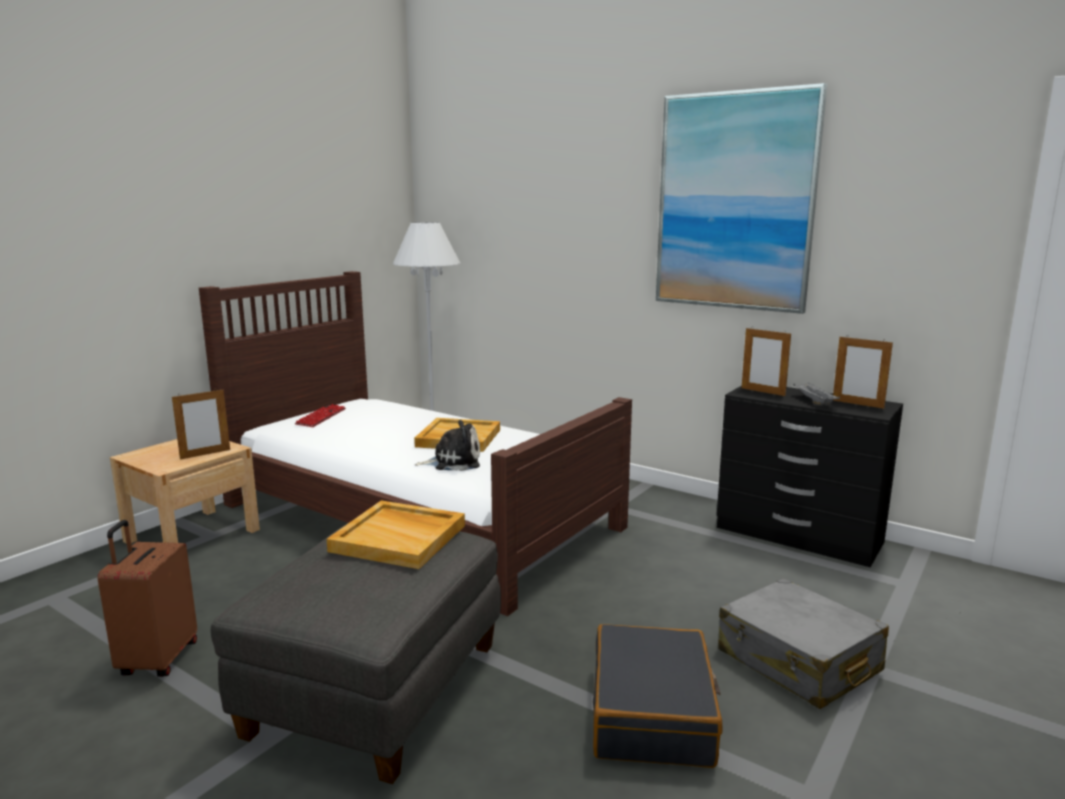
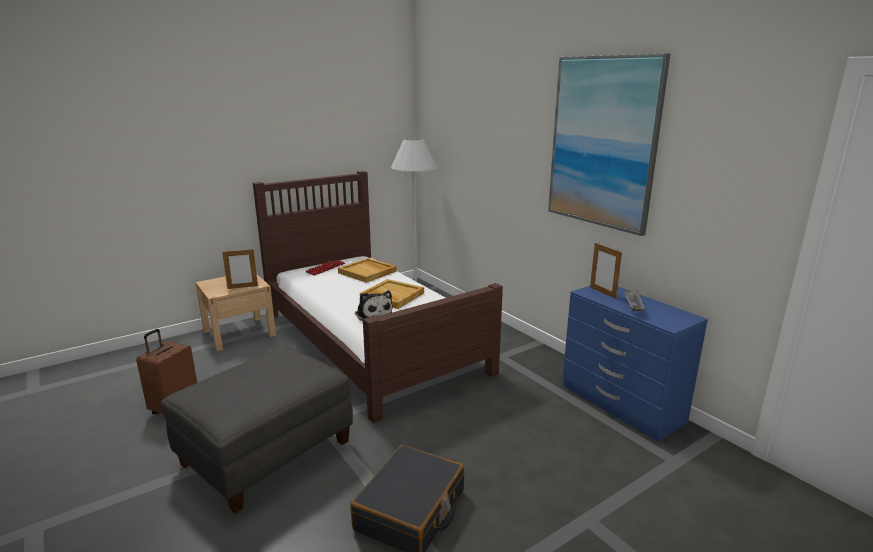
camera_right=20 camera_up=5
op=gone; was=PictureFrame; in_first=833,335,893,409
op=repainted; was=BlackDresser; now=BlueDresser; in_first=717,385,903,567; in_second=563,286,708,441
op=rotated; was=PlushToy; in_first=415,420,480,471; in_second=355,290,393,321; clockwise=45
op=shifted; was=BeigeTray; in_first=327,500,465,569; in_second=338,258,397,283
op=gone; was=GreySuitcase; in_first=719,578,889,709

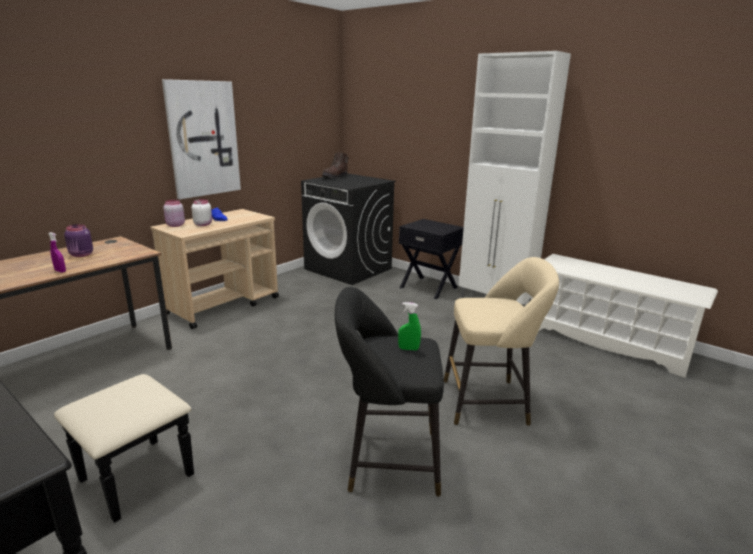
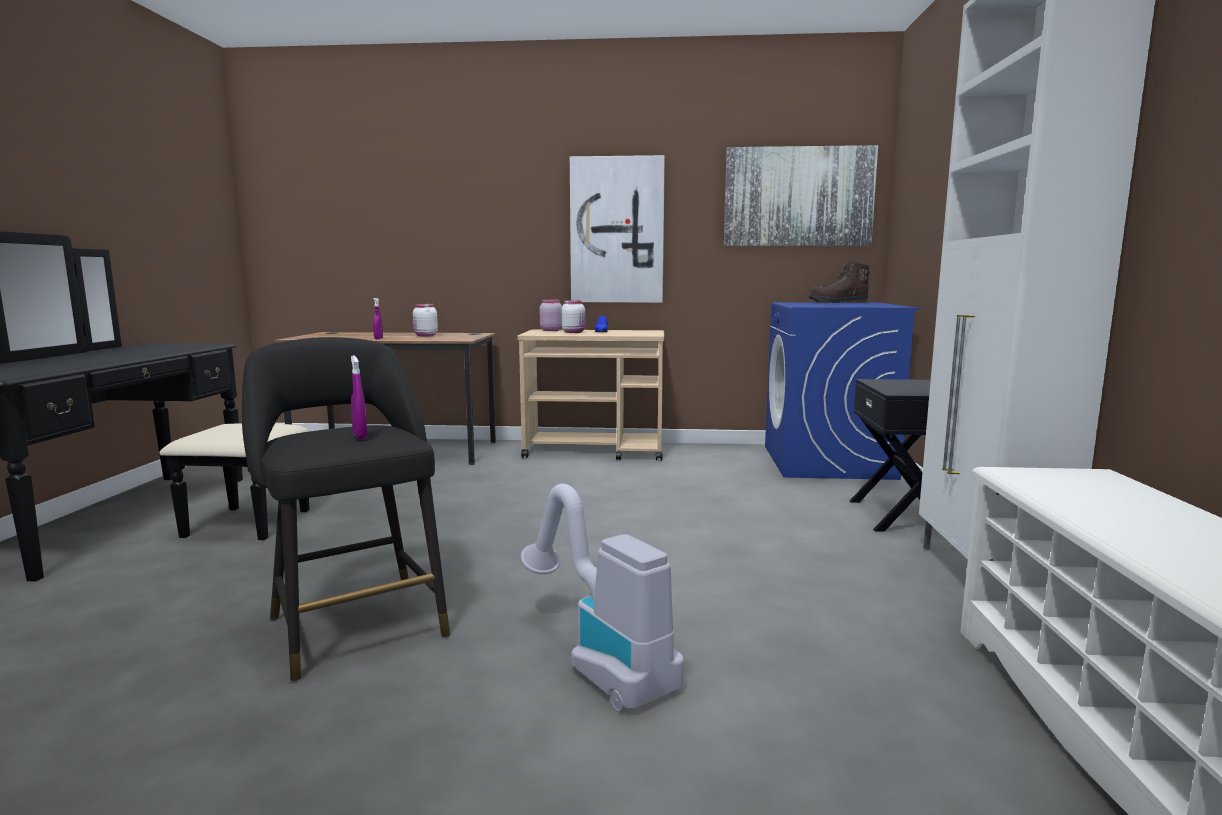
camera_right=55 camera_up=-10
op=repainted; was=BlackWashingMachine; now=BlueWashingMachine; in_first=301,173,396,285; in_second=765,302,919,480
op=repainted; was=PurpleJar; now=WhiteJar; in_first=64,224,93,257; in_second=413,304,438,337
op=swapped; was=BeigeStool; now=VacuumCleaner; in_first=444,257,559,426; in_second=520,484,684,712
op=repainted; was=GreenSprayBottle; now=PurpleSprayBottle; in_first=398,302,421,350; in_second=351,356,367,439
op=new; now=Picture; in_second=724,145,878,246

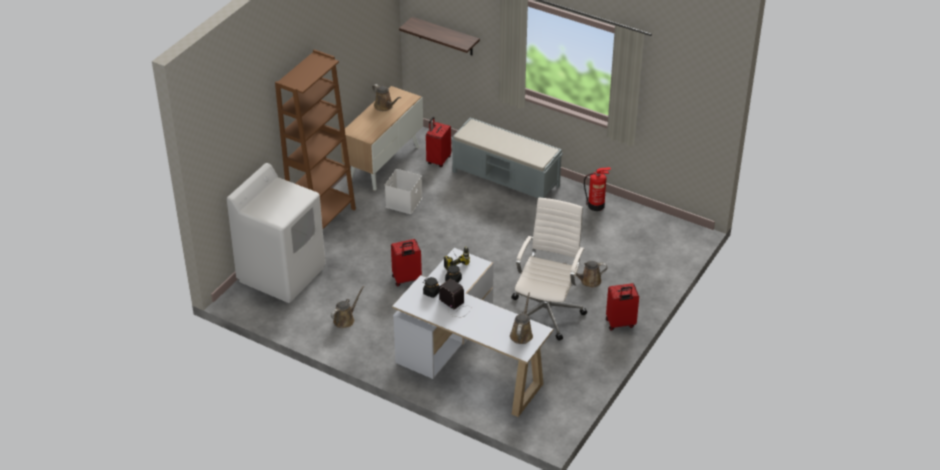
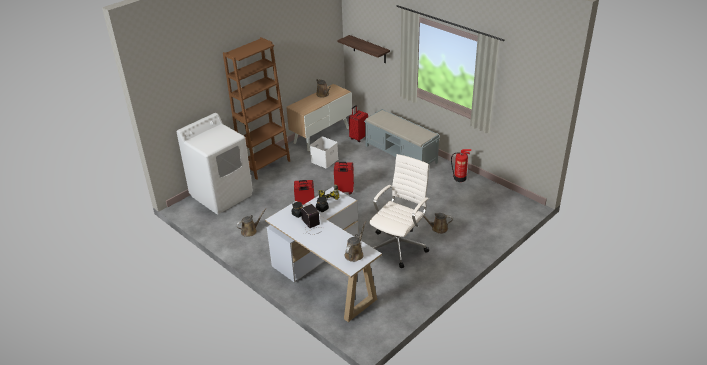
camera_right=15 camera_up=-5
op=shifted; was=RedSuitcase; in_first=606,283,639,331; in_second=334,162,354,194

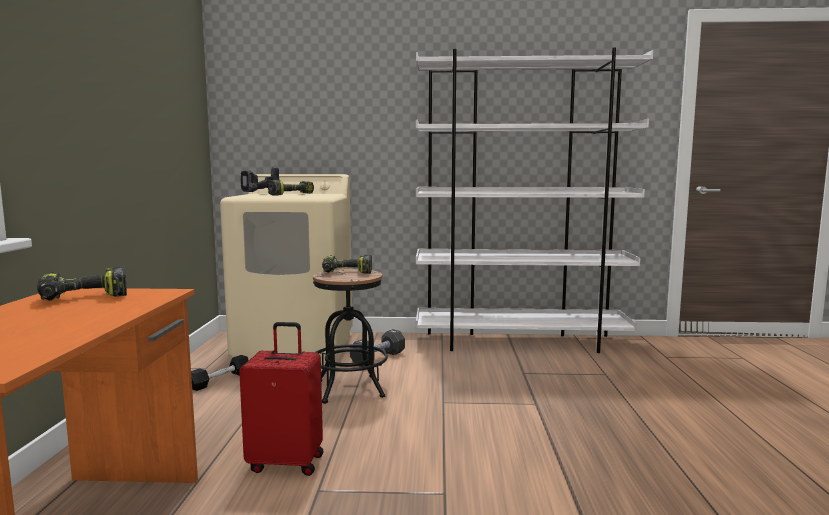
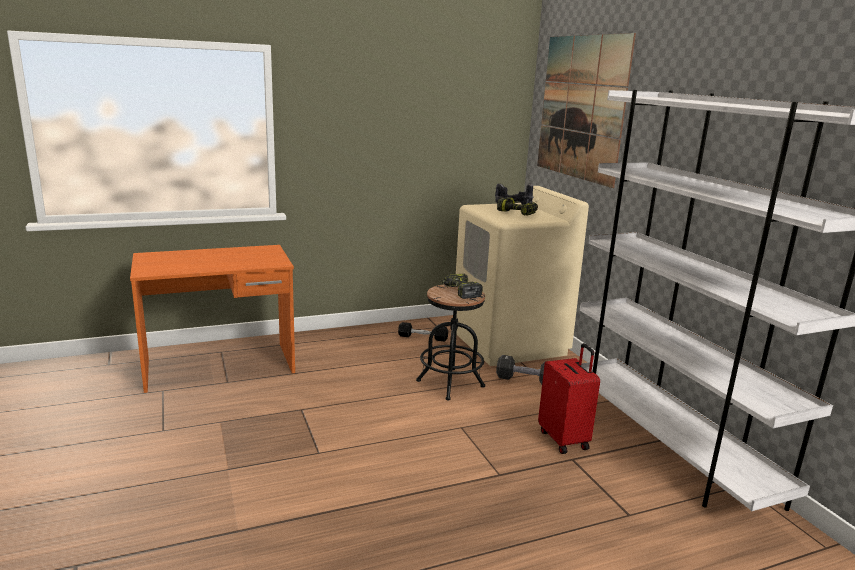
camera_right=65 camera_up=10
op=gone; was=PowerDrill; in_first=37,266,127,301
op=shifted; was=RedSuitcase; in_first=239,322,324,476; in_second=538,343,600,454
op=new; now=Picture; in_second=537,33,636,188

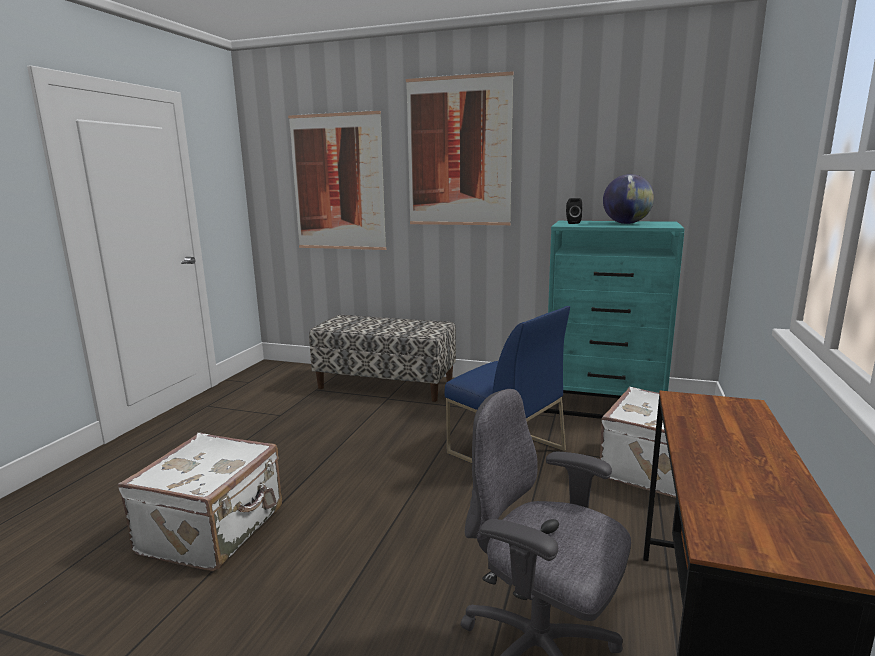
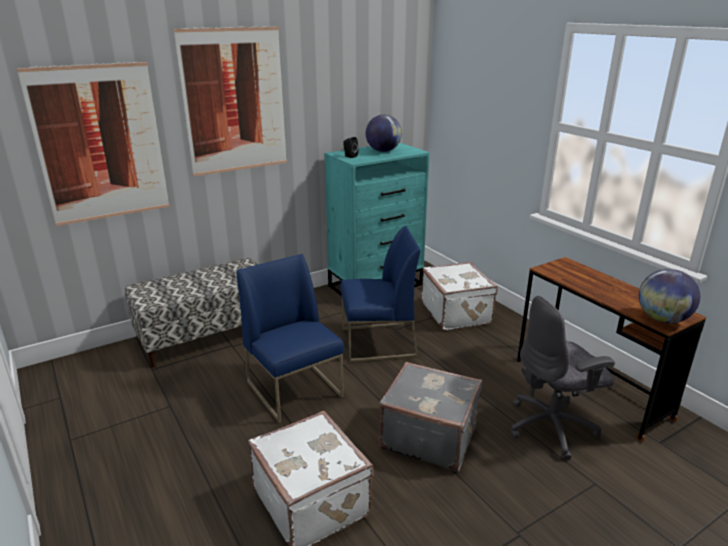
camera_right=-50 camera_up=10
op=new; now=BlueChair; in_second=236,254,344,423
op=new; now=Globe; in_second=639,269,700,323
op=new; now=GreySuitcase; in_second=379,362,483,472

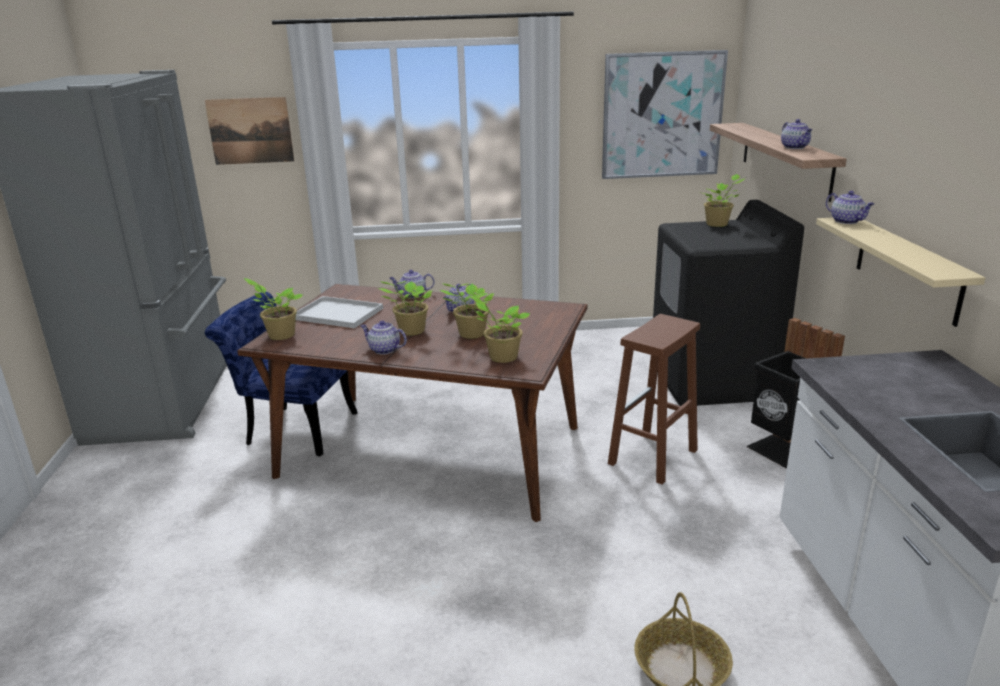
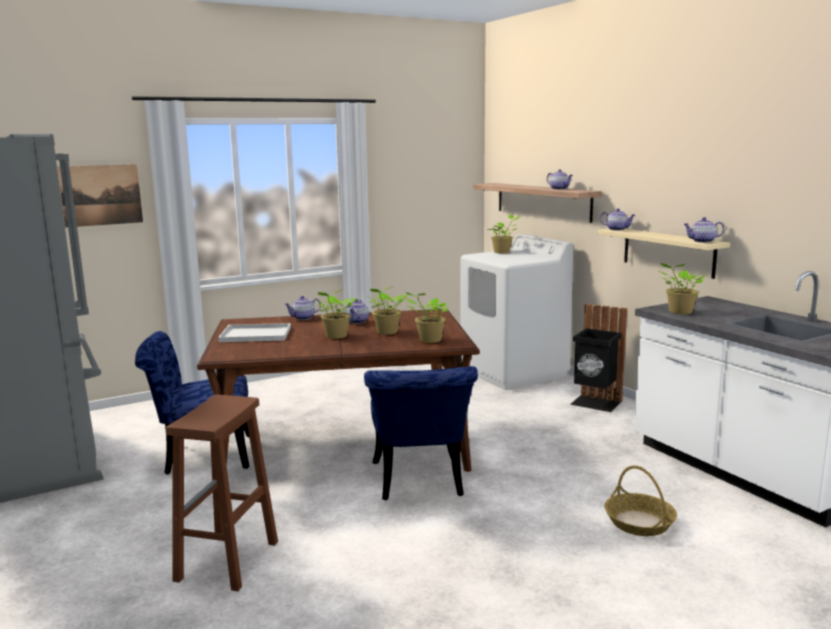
camera_right=-25 camera_up=-10
op=gone; was=Picture; in_first=602,50,728,179
op=repainted; was=BlackWashingMachine; now=WhiteWashingMachine; in_first=653,200,804,406; in_second=460,234,573,390
op=shifted; was=PottedPlant; in_first=244,278,304,340; in_second=659,263,706,314
op=shifted; was=BrownStool; in_first=608,314,700,484; in_second=166,394,278,591
op=shifted; was=Teapot; in_first=360,320,407,355; in_second=684,217,724,243
op=new; now=BlueChair; in_second=364,366,478,500

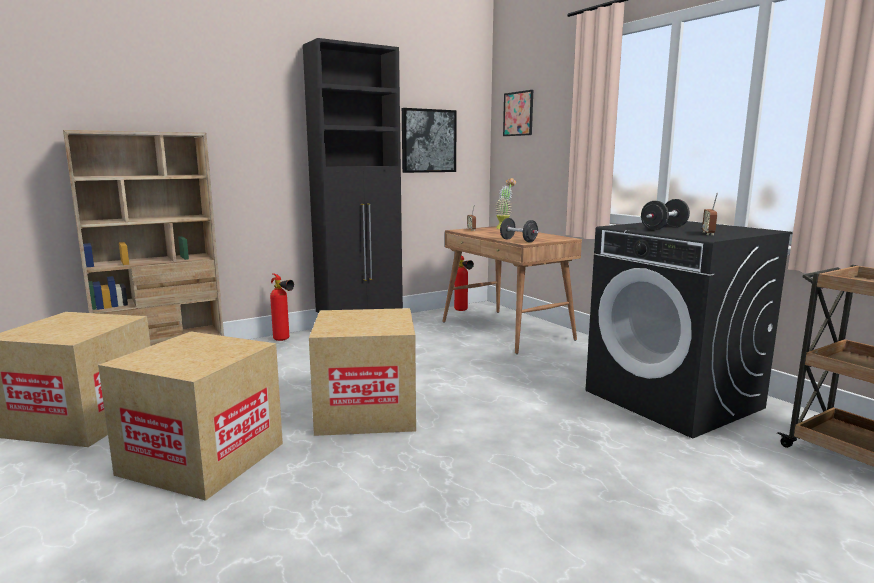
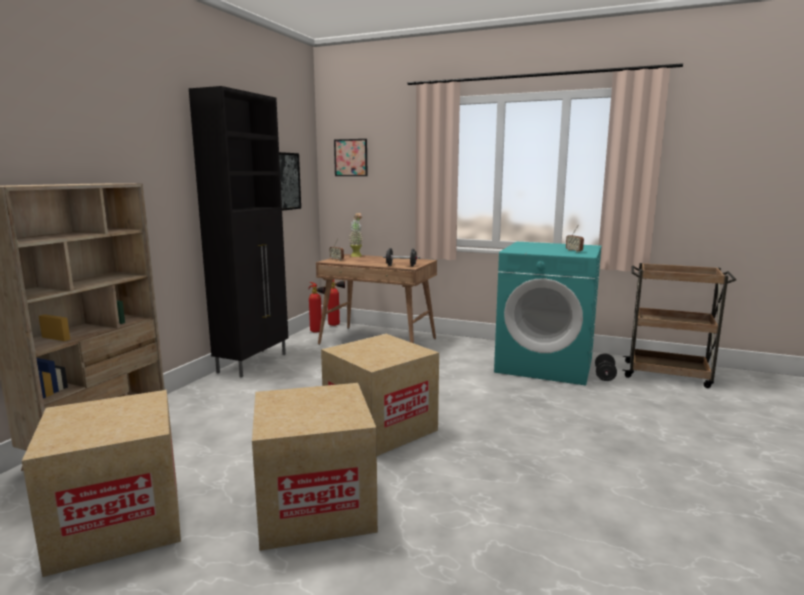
camera_right=-35 camera_up=0
op=shifted; was=BlackDumbbell; in_first=641,199,690,230; in_second=595,353,617,381
op=repainted; was=BlackWashingMachine; now=TurquoiseWashingMachine; in_first=585,221,793,438; in_second=494,242,601,385
op=shifted; was=FireExtinguisher; in_first=270,273,294,341; in_second=328,280,345,326

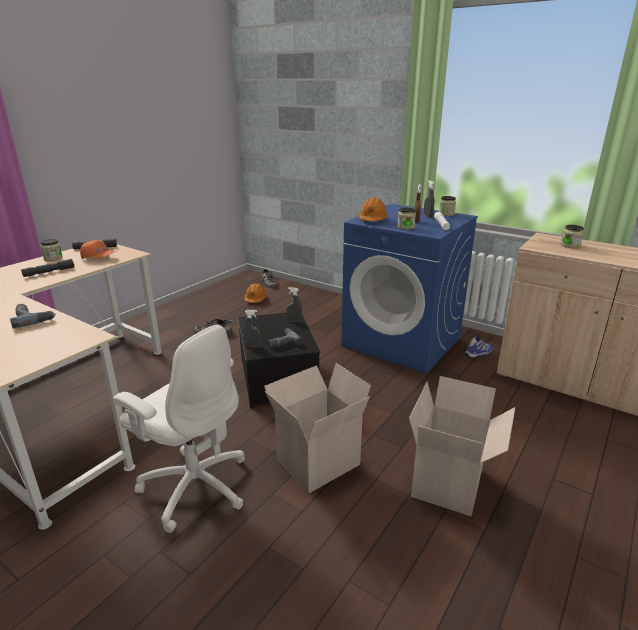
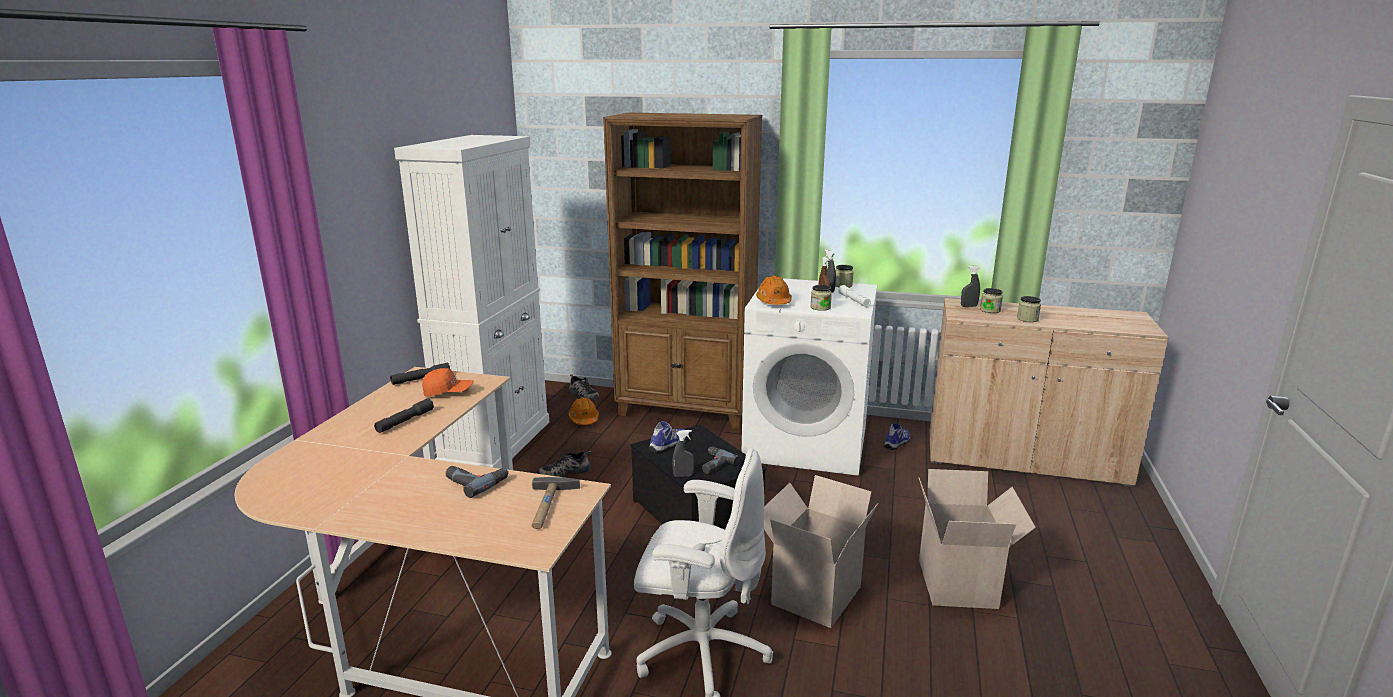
camera_right=-20 camera_up=-5
op=repainted; was=BlueWashingMachine; now=WhiteWashingMachine; in_first=341,204,478,374; in_second=742,278,877,476
op=shifted; was=Jar; in_first=41,239,63,261; in_second=1017,296,1041,322
op=shifted; was=GreySprayBottle; in_first=286,287,302,322; in_second=961,265,980,307
op=new; now=BrownBookcase; in_second=603,113,762,430
op=new; now=WhiteCabinet; in_second=394,135,549,469
op=new; now=Shoe; in_second=649,421,687,453
op=new; now=Hammer; in_second=531,477,580,529

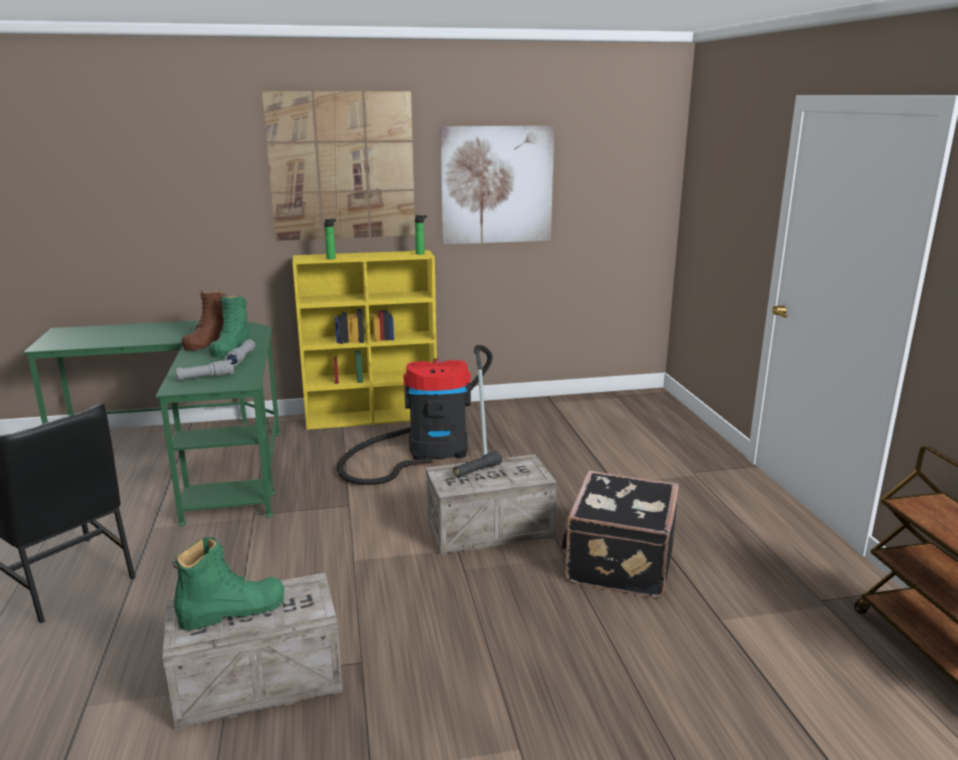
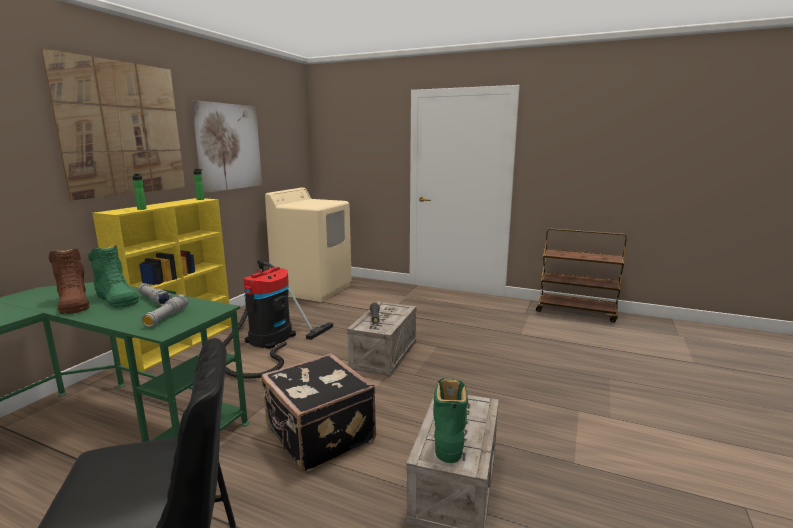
camera_right=-55 camera_up=-5
op=shifted; was=BlackSuitcase; in_first=561,471,679,598; in_second=261,353,376,472
op=new; now=BeigeWashingMachine; in_second=265,188,352,302

